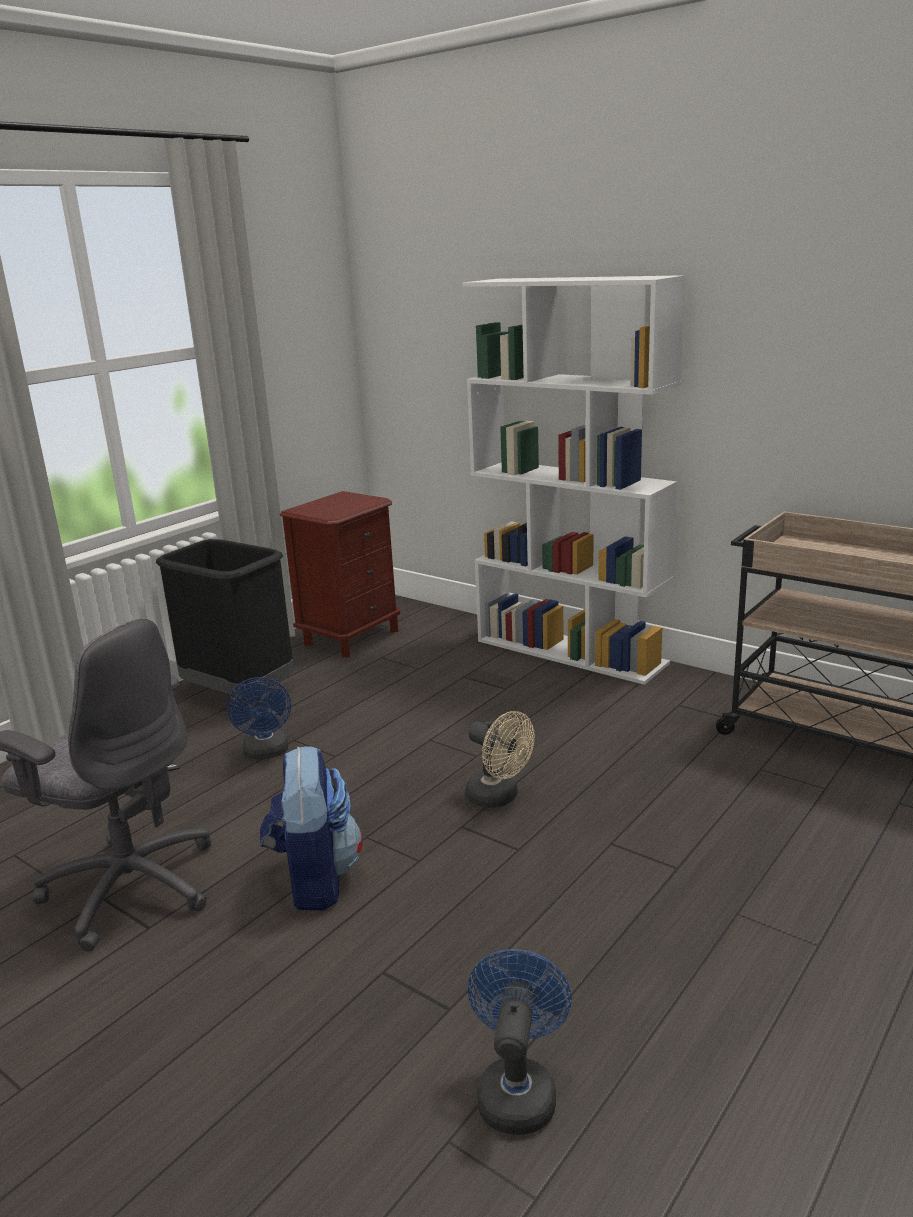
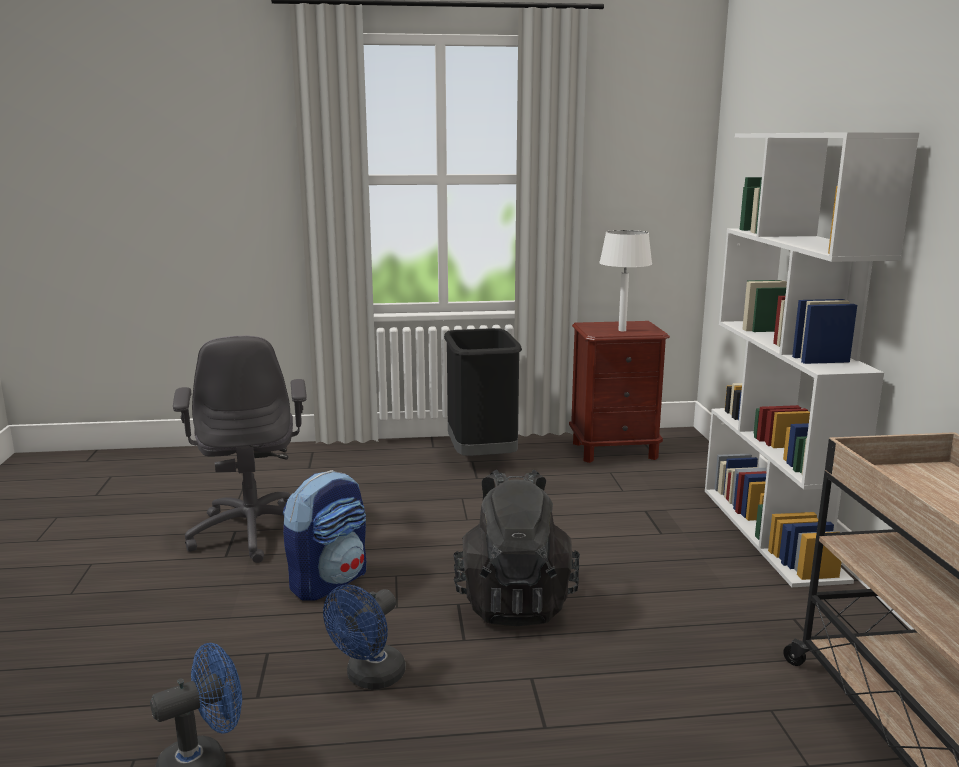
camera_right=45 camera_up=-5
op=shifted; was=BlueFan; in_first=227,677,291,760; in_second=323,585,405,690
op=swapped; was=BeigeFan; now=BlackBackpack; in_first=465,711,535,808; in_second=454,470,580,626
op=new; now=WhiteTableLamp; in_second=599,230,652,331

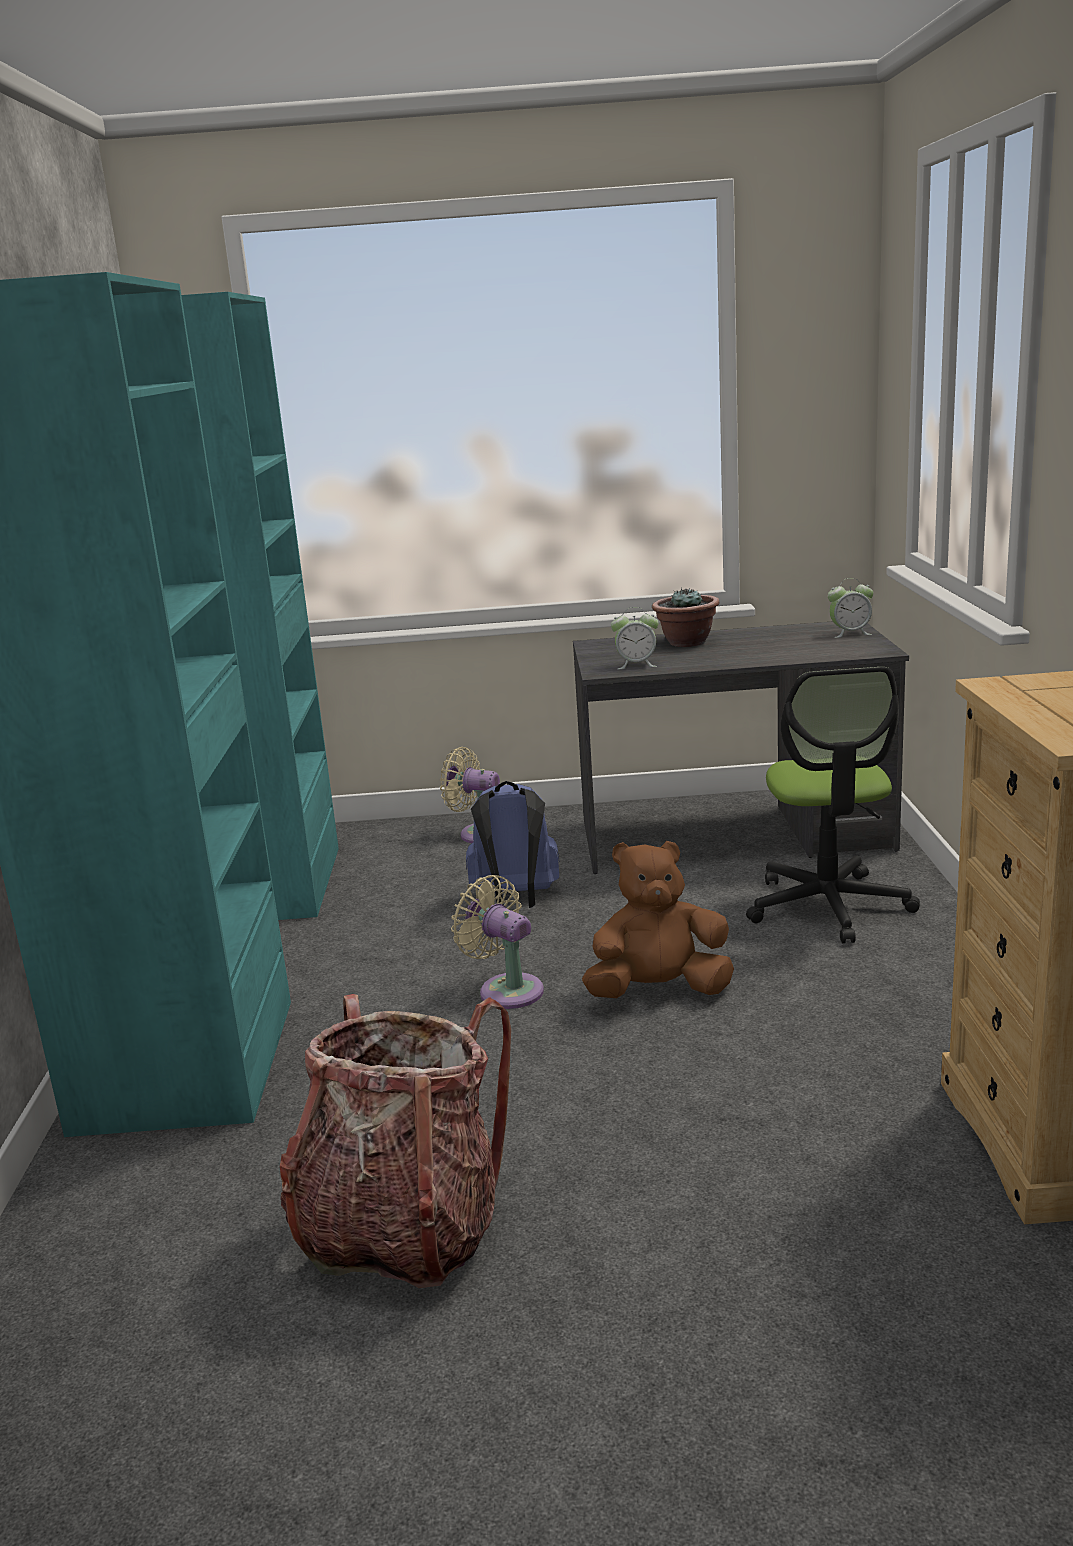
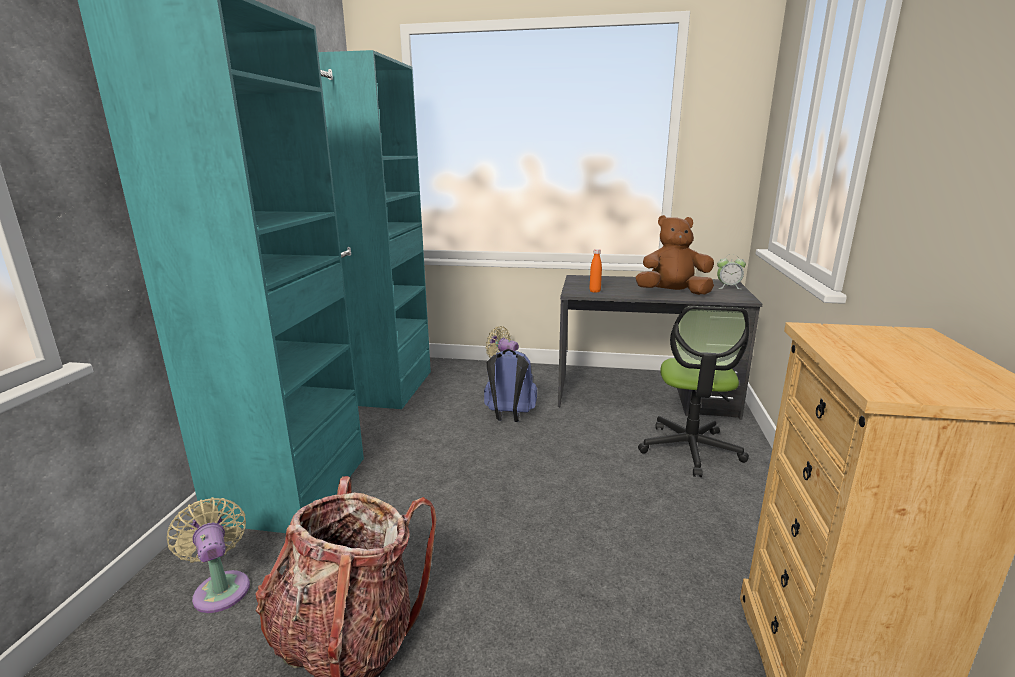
camera_right=10 camera_up=0
op=gone; was=PottedPlant; in_first=652,587,719,647
op=swapped; was=AlarmClock; now=OrangeBottle; in_first=611,607,659,669; in_second=590,249,602,293
op=shifted; was=BrownPlushToy; in_first=582,841,734,998; in_second=636,215,714,295
op=shifted; was=BeigeFan; in_first=451,875,544,1009; in_second=167,497,250,613

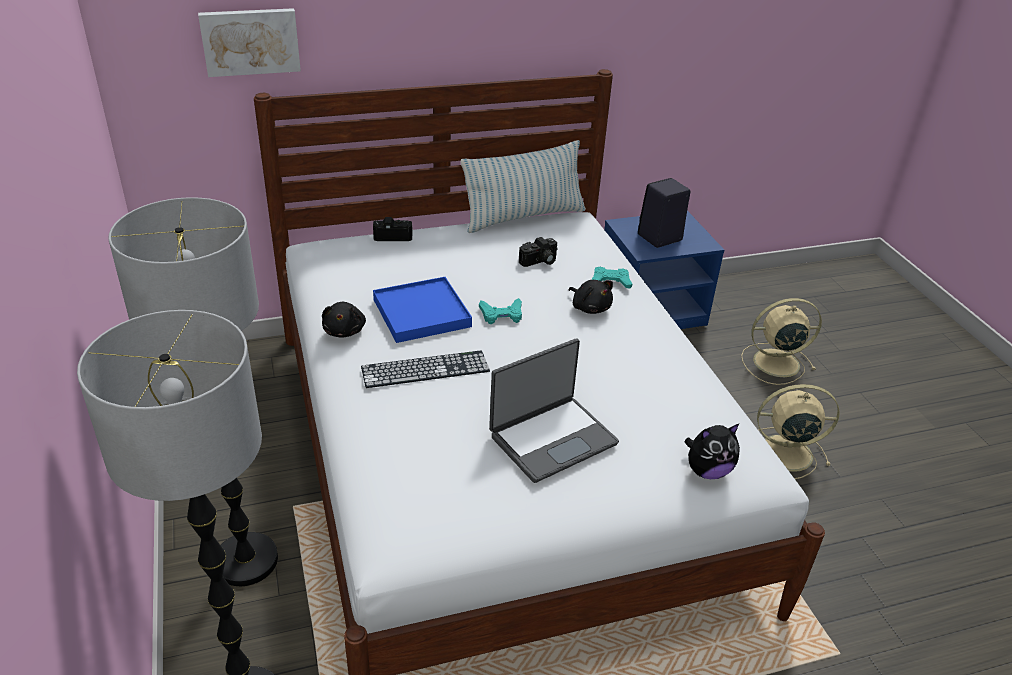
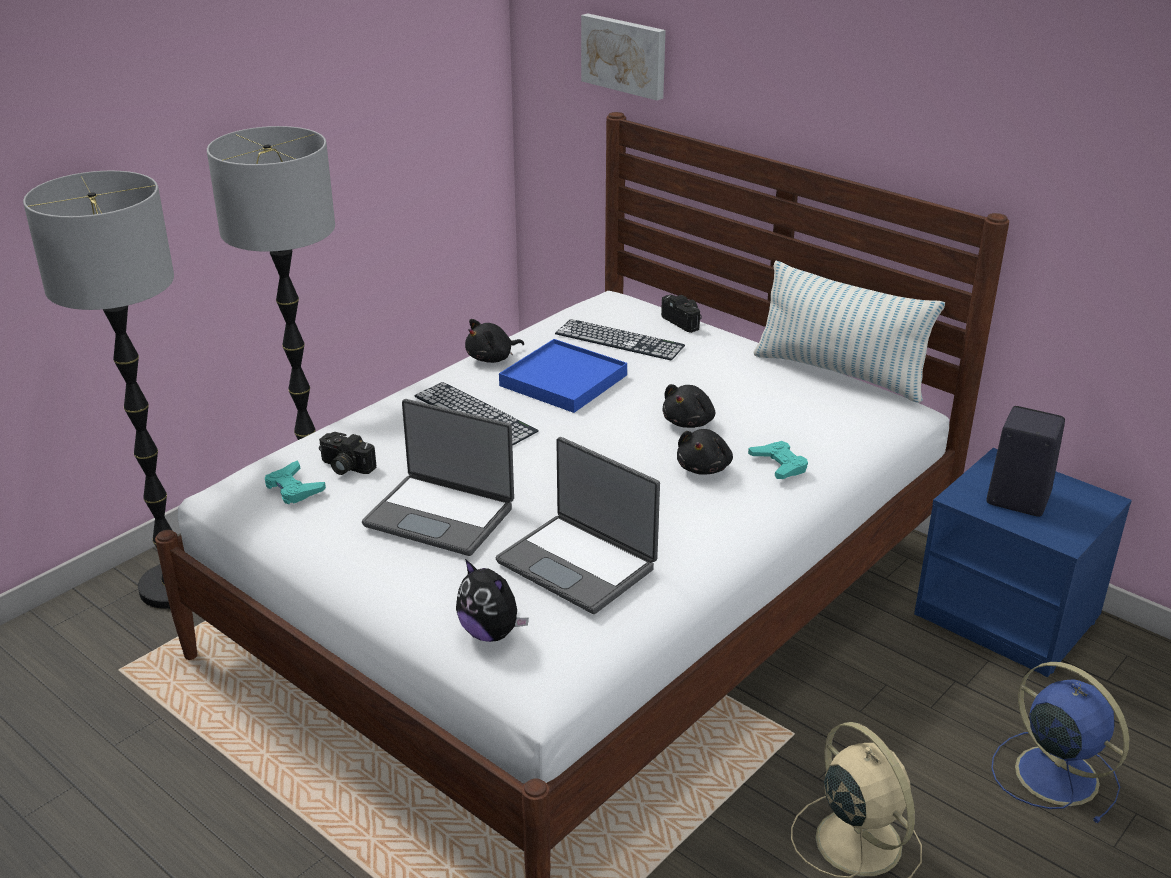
camera_right=60 camera_up=-5
op=shifted; was=PhotoCamera; in_first=519,237,558,267; in_second=319,432,376,475
op=shifted; was=TurquoiseGameController; in_first=479,298,522,324; in_second=265,461,326,504
op=repainted; was=BeigeFan; now=BlueFan; in_first=741,298,822,385; in_second=991,662,1130,823
op=new; now=Keyboard; in_second=555,319,685,360
op=new; now=BlackPlushToy; in_second=662,384,715,428
op=new; now=Laptop; in_second=496,437,660,614

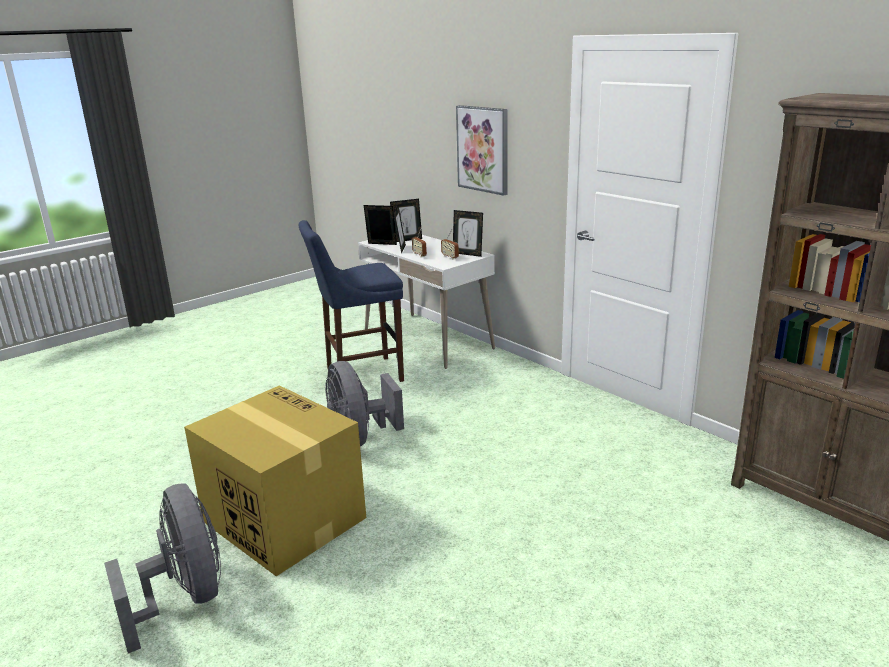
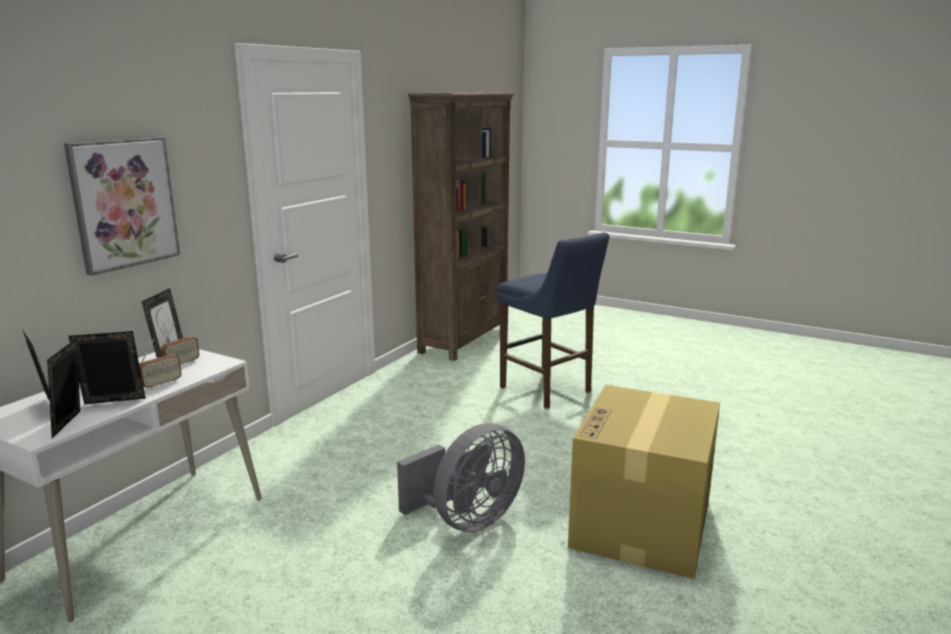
camera_right=-110 camera_up=-5
op=shifted; was=BlueStool; in_first=299,220,404,382; in_second=497,232,609,409
op=gone; was=GreyFan; in_first=104,483,221,654

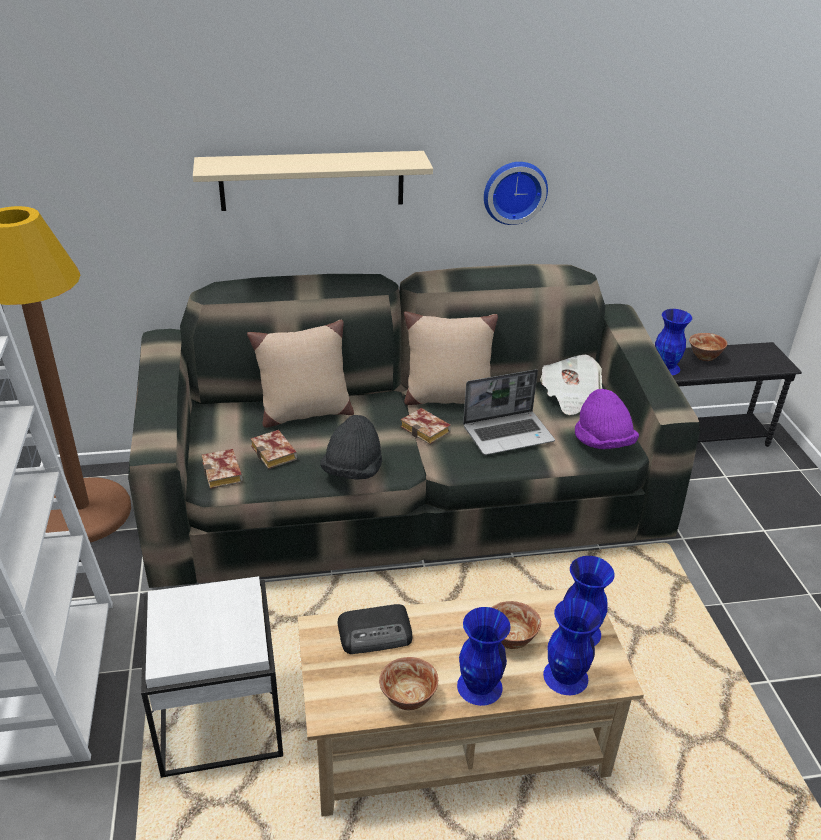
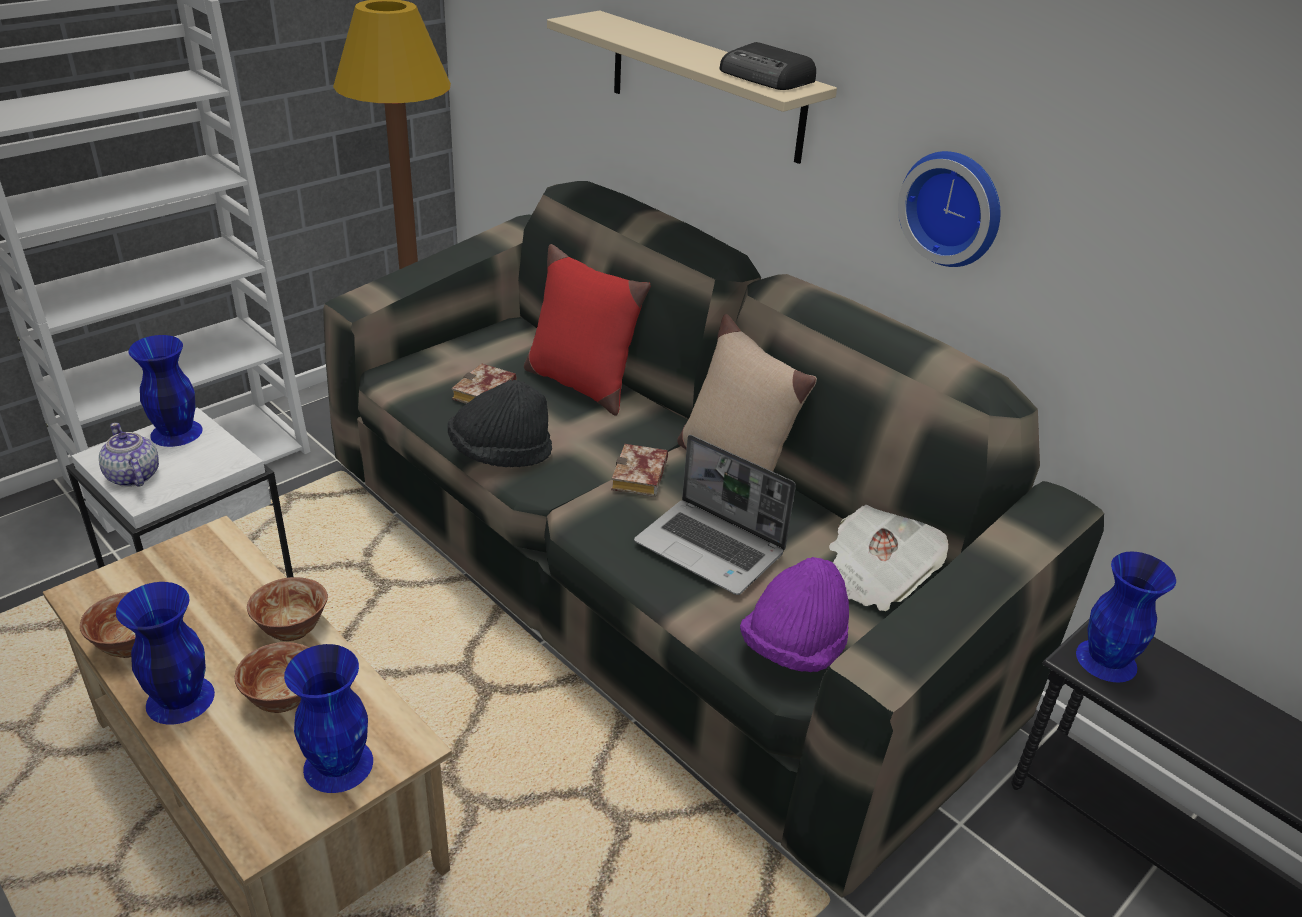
camera_right=55 camera_up=0
op=repainted; was=BeigePillow; now=RedPillow; in_first=247,320,354,428; in_second=524,244,651,416
op=shifted; was=Bowl; in_first=689,333,727,361; in_second=247,577,328,641
op=gone; was=Book; in_first=201,449,243,489
op=shifted; was=BlueVase; in_first=543,598,602,695; in_second=129,335,203,447
op=shifted; was=Radio; in_first=338,604,412,654; in_second=720,42,816,90
op=new; now=Teapot; in_second=99,423,159,487

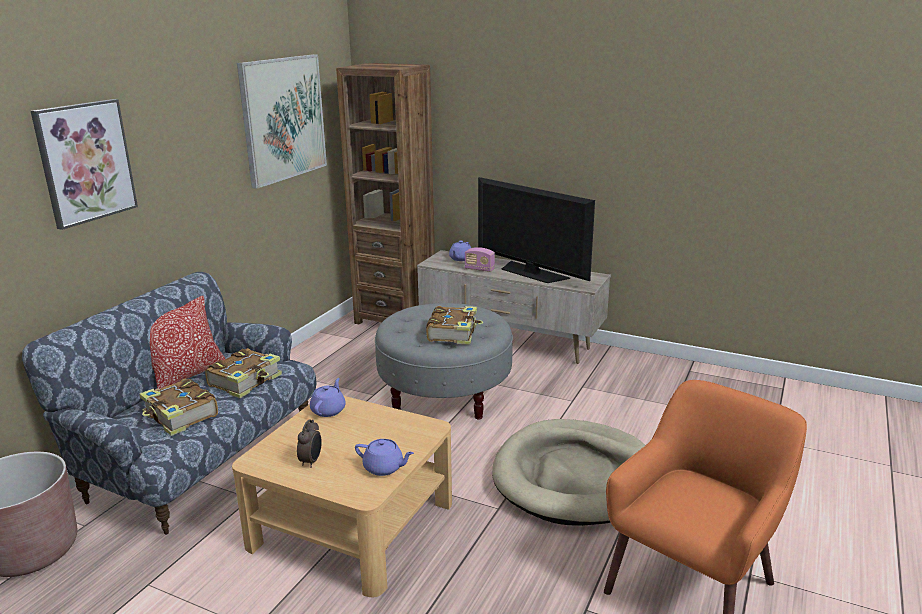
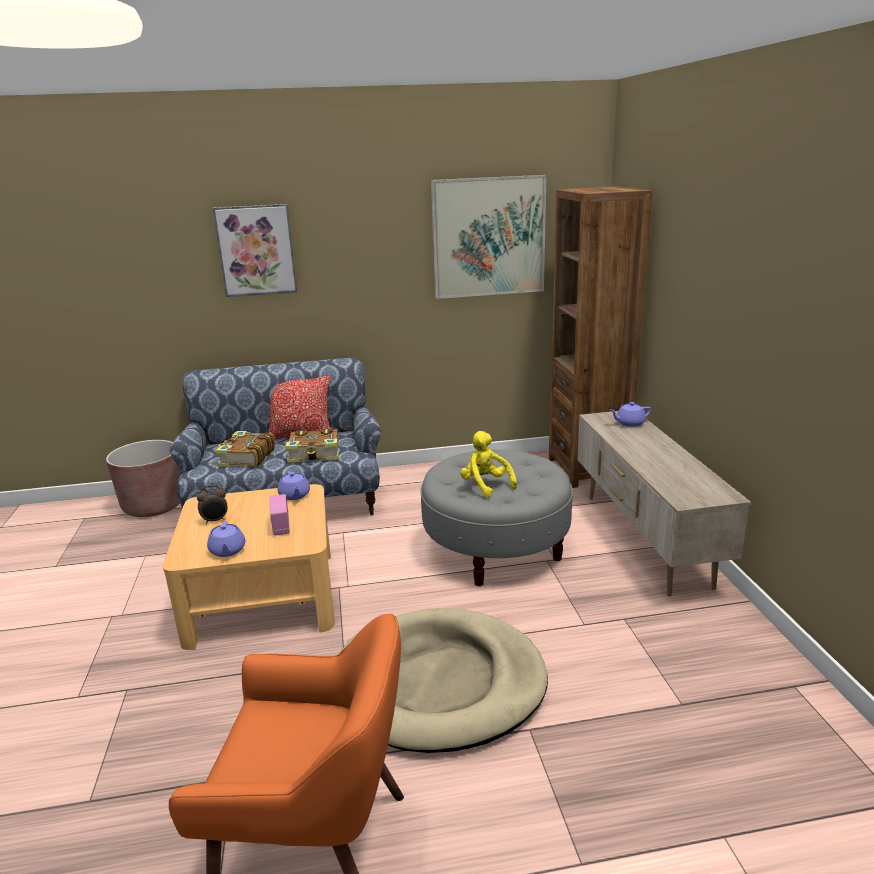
camera_right=55 camera_up=0
op=gone; was=Television; in_first=478,177,595,283
op=shifted; was=Radio; in_first=465,247,495,272; in_second=270,494,290,536
op=swapped; was=Book; now=YellowPlushToy; in_first=426,306,483,345; in_second=460,431,517,498
op=rotated; was=PurpleTeapot; in_first=310,378,346,417; in_second=278,471,310,500; clockwise=90

